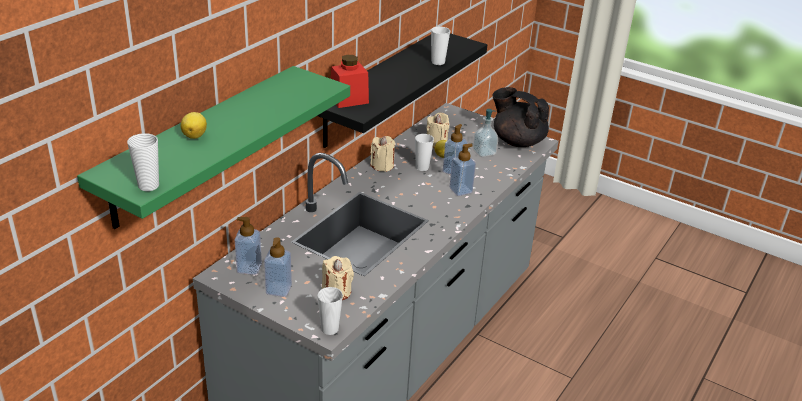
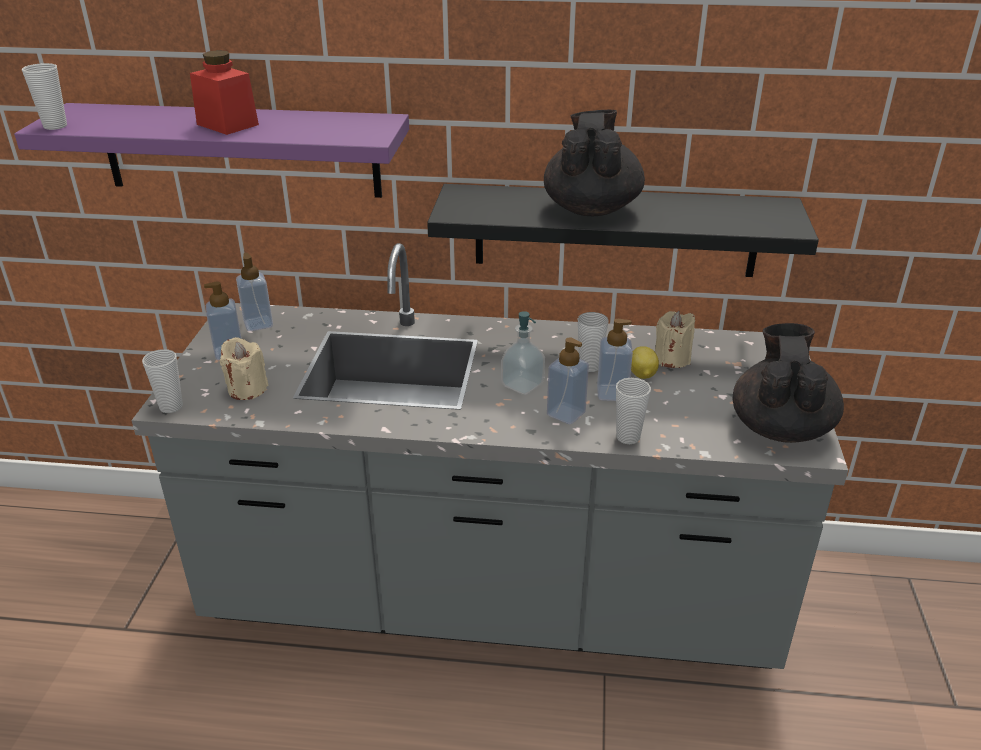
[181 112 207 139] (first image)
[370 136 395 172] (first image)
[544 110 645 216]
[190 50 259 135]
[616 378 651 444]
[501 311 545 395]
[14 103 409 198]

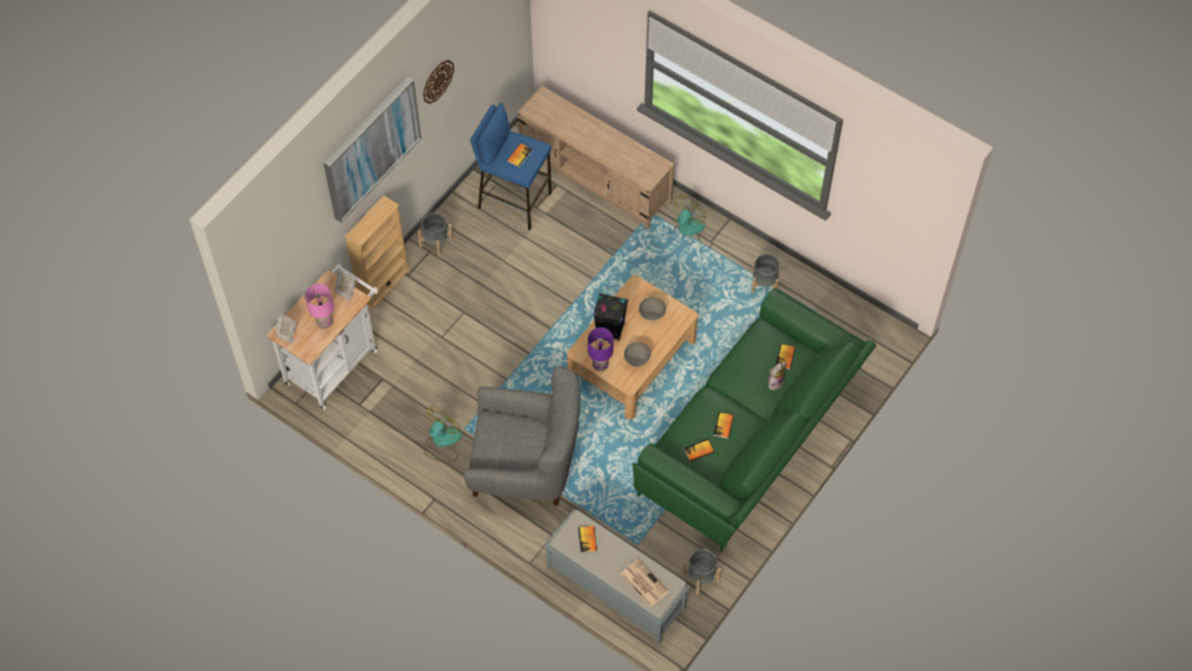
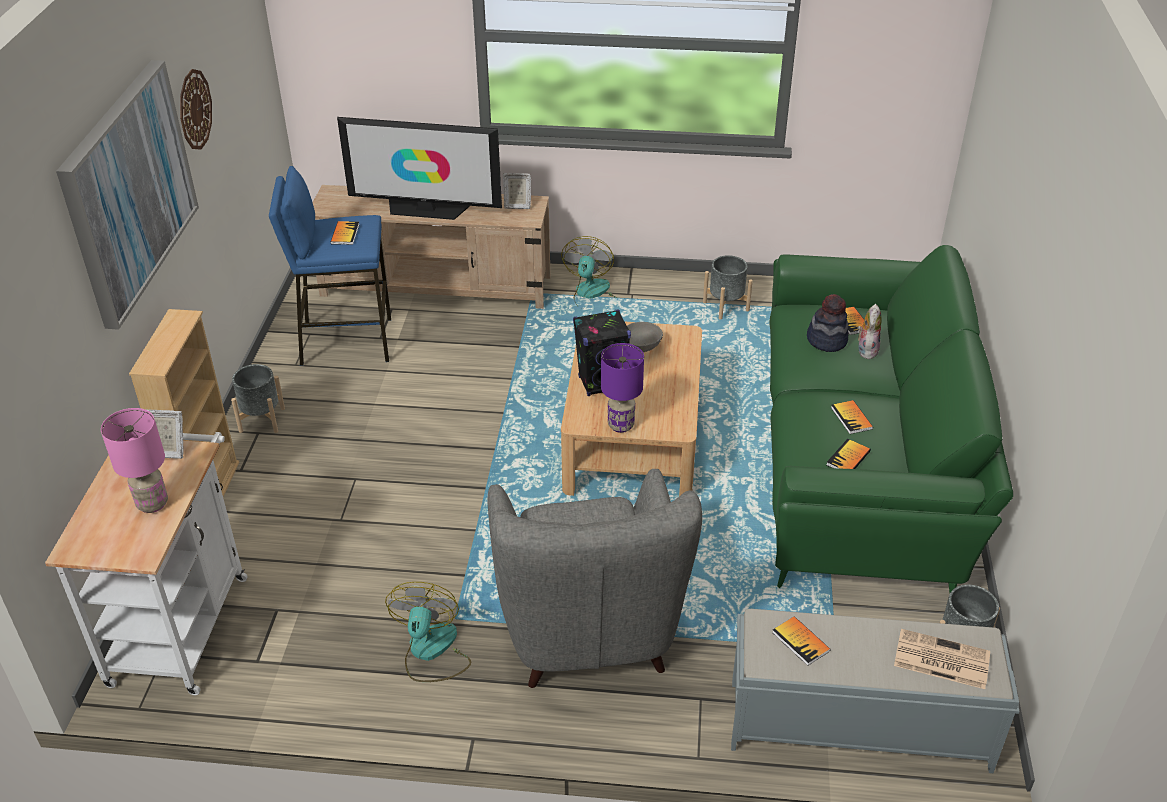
[624 342 651 367] (first image)
[337 117 502 220]
[807 294 849 352]
[503 173 531 209]
[488 469 702 688]

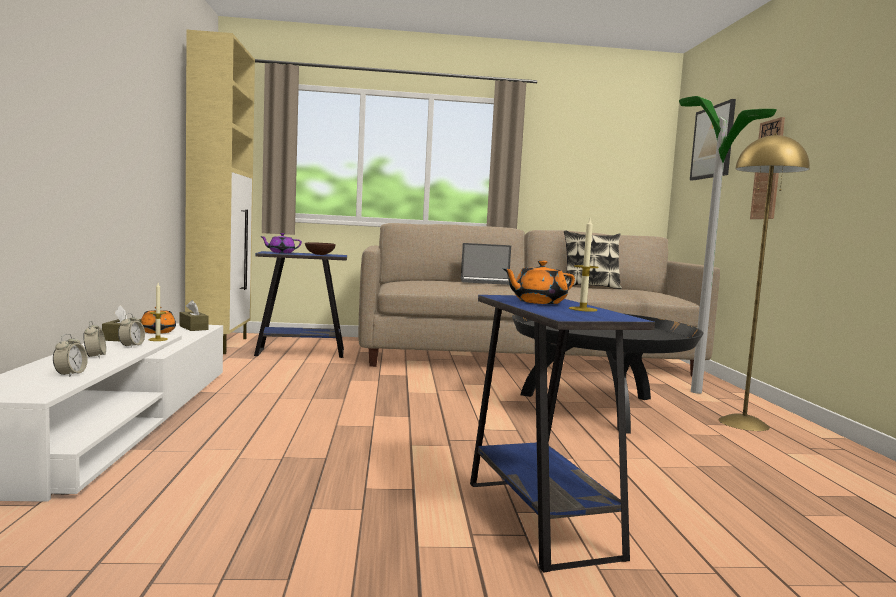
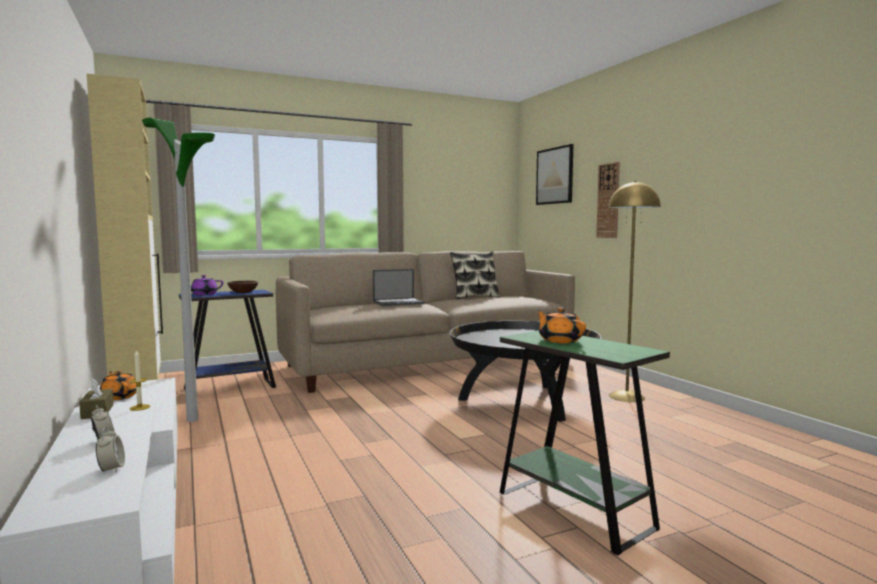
[118 313 145 348] (first image)
[180 300 209 331] (first image)
[569 219 599 312] (first image)
[142 117 215 422]
[500 330 670 555]
[536 307 586 343]

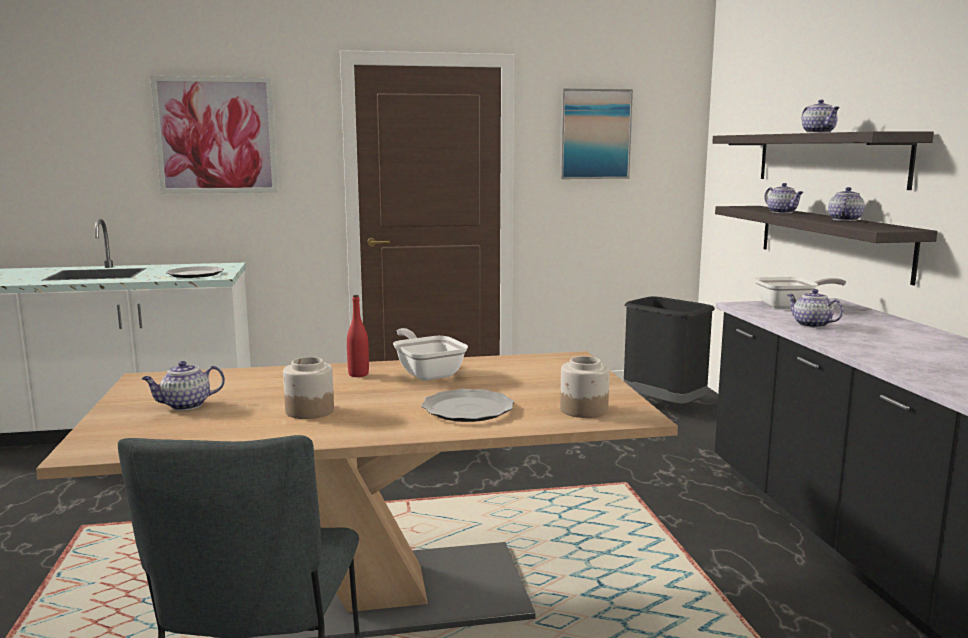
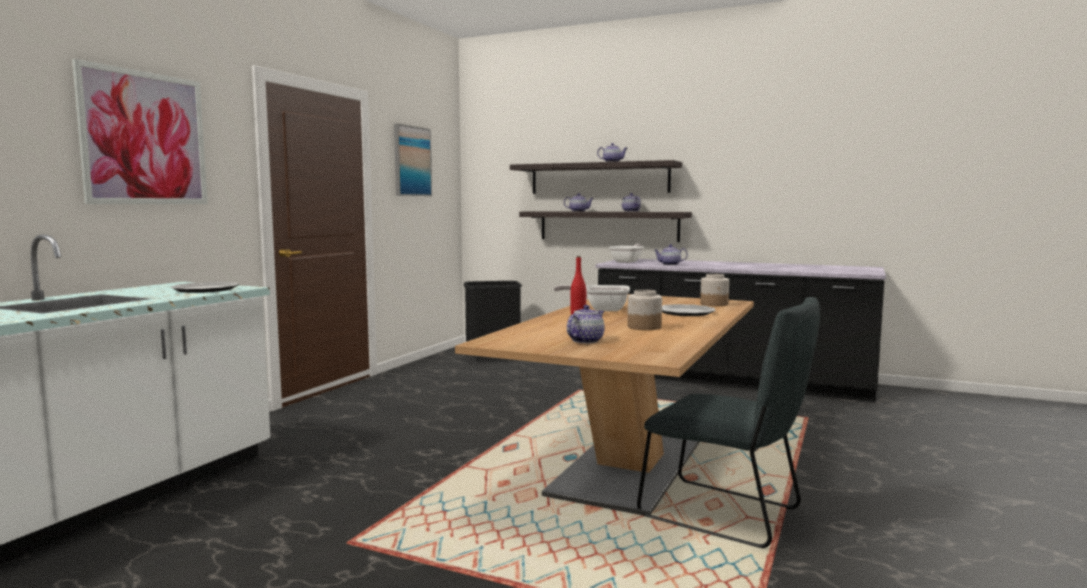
[567 305 605 343]

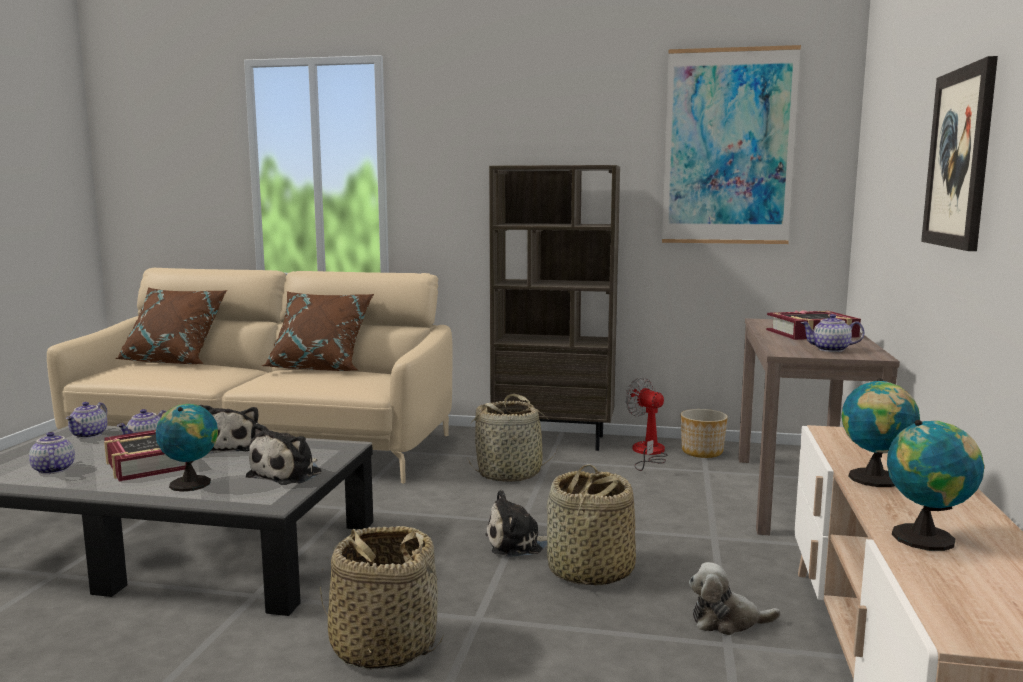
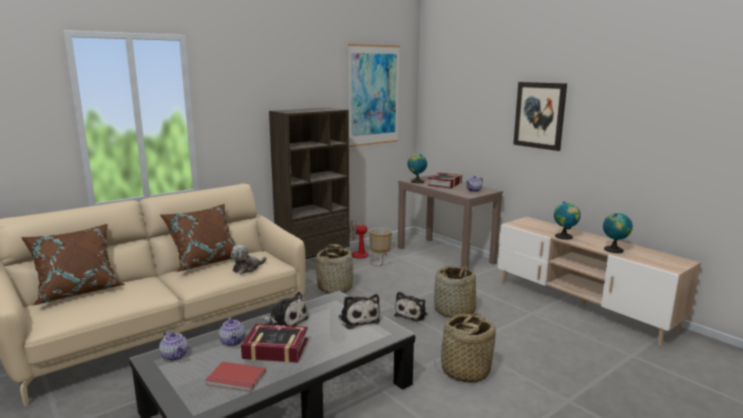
[408 154 427 183]
[231 245 266 274]
[205 362 266 392]

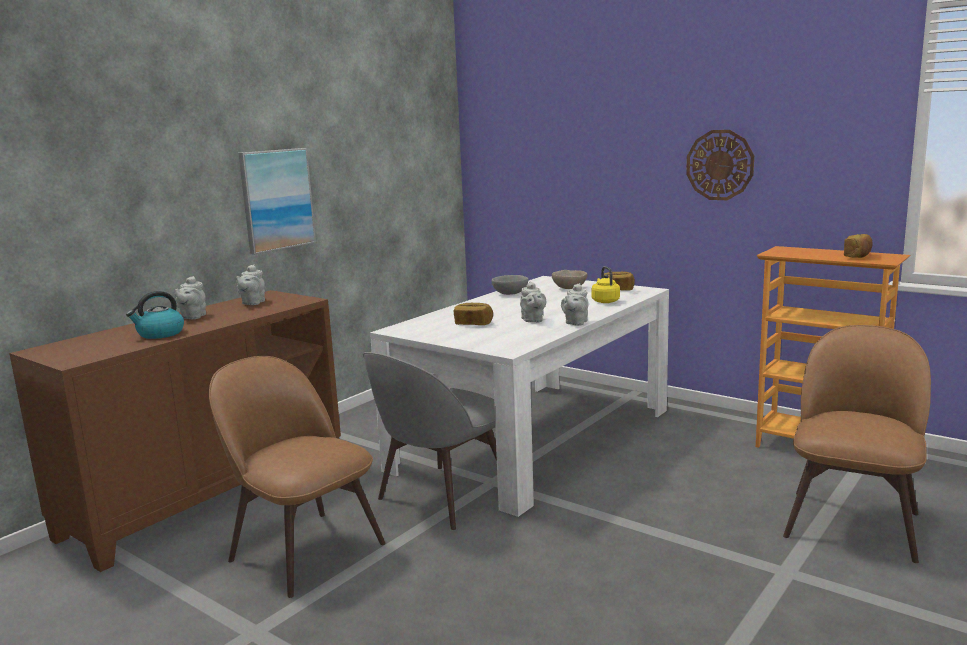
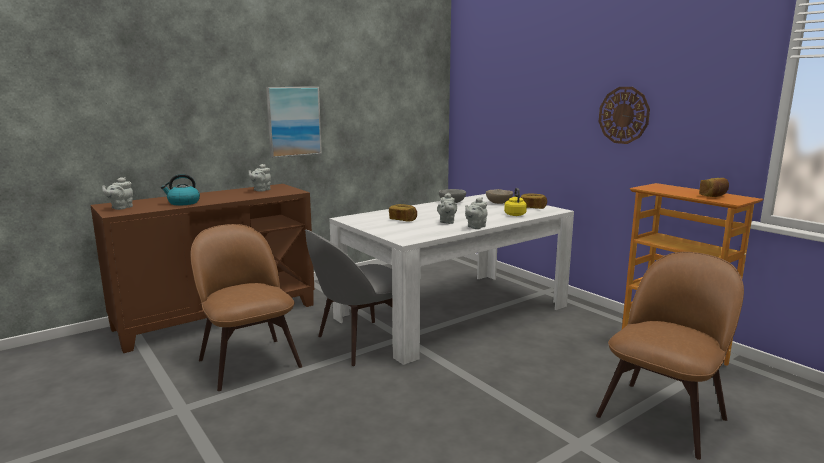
[102 177 133 210]

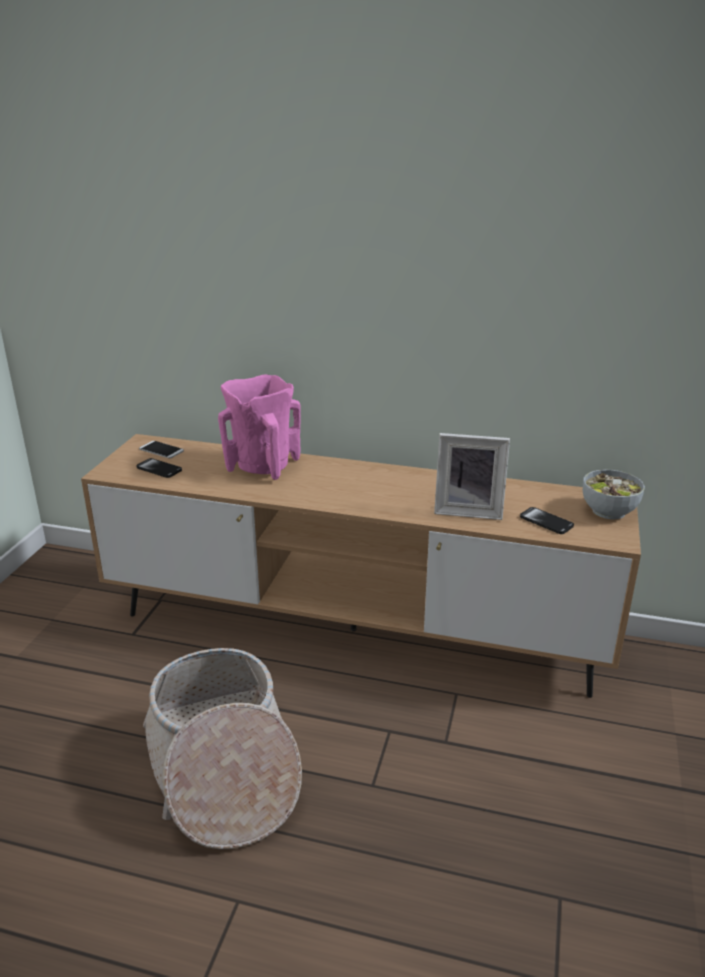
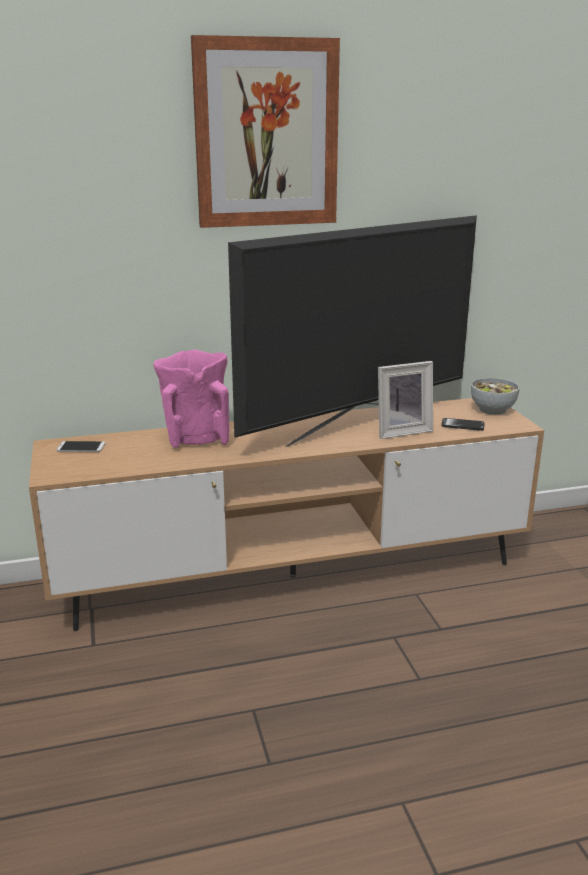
[136 458 182 478] (first image)
[143 648 302 849] (first image)
[191 35 340 228]
[228 215 477 447]

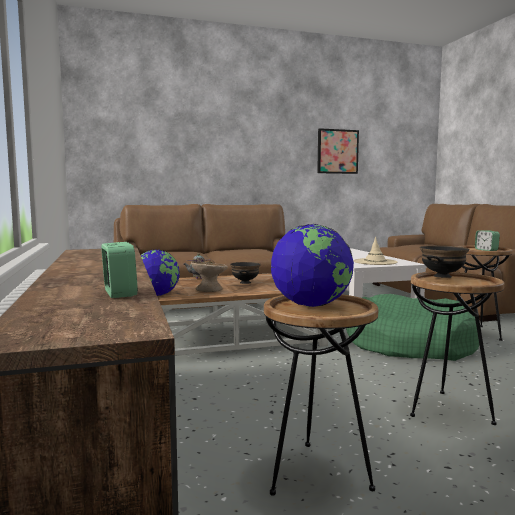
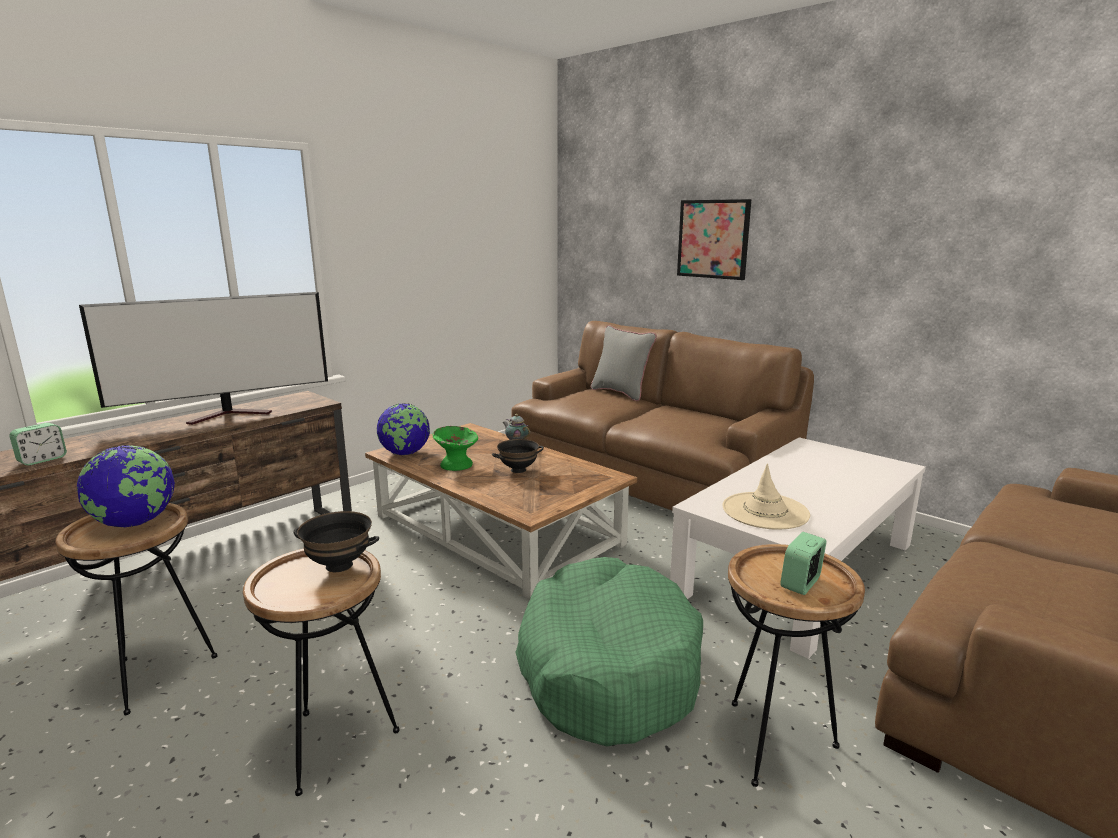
[79 292 328 425]
[591 325 657 401]
[677 199 752 280]
[432 426 478 471]

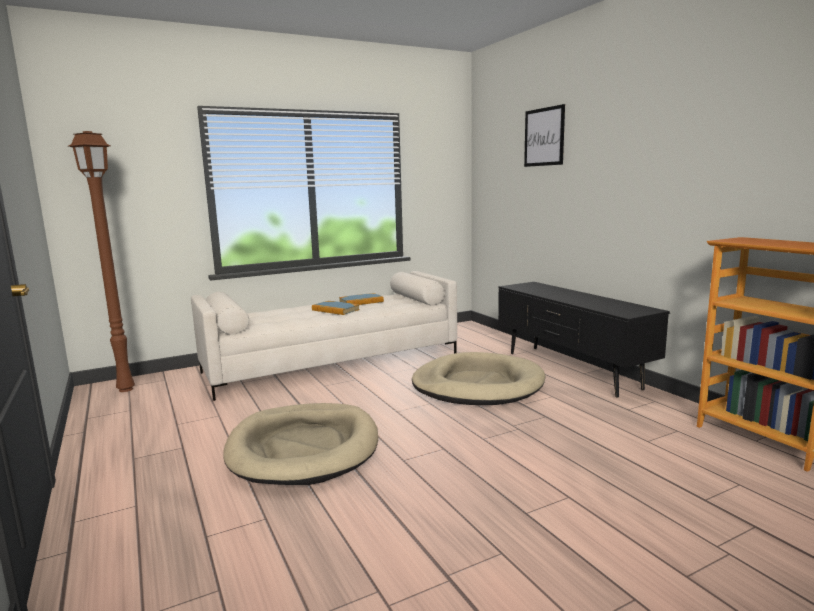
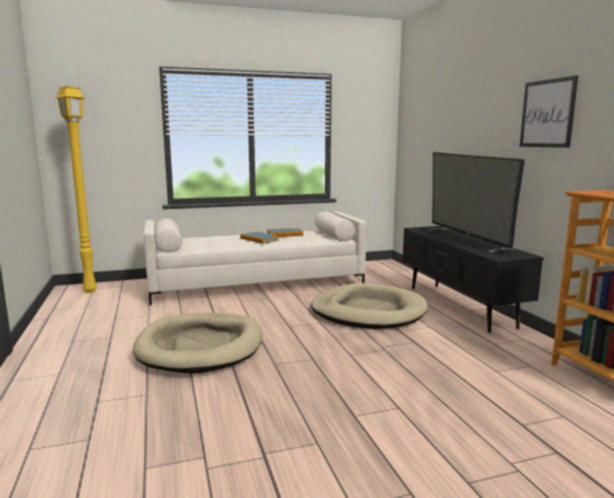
[428 152 525 253]
[520 75 578 148]
[54 86 97 293]

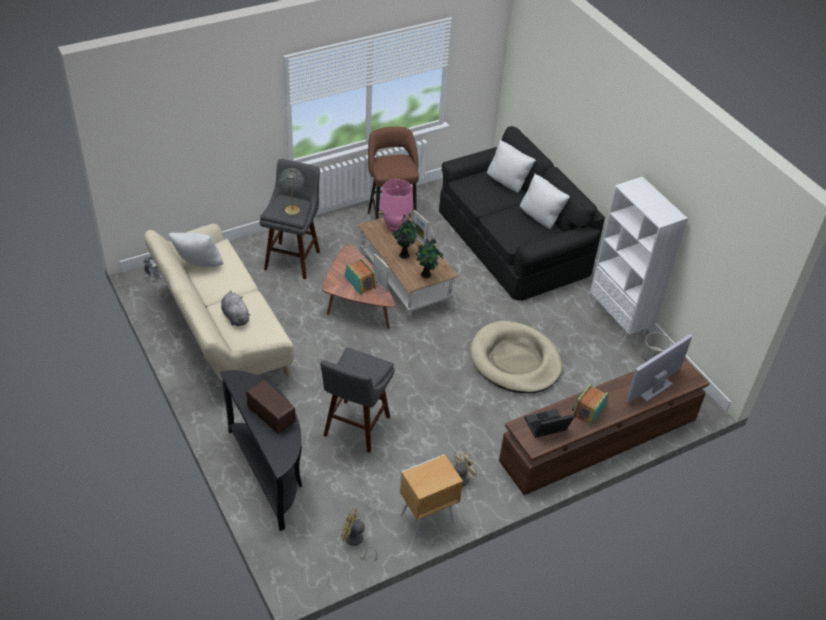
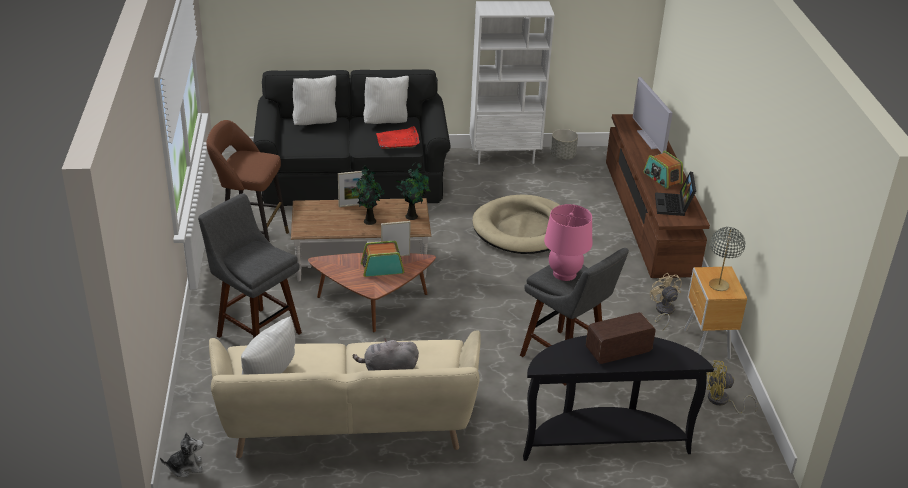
[376 126 420 149]
[709 227 745 291]
[544 204 592 281]
[707 360 757 414]

